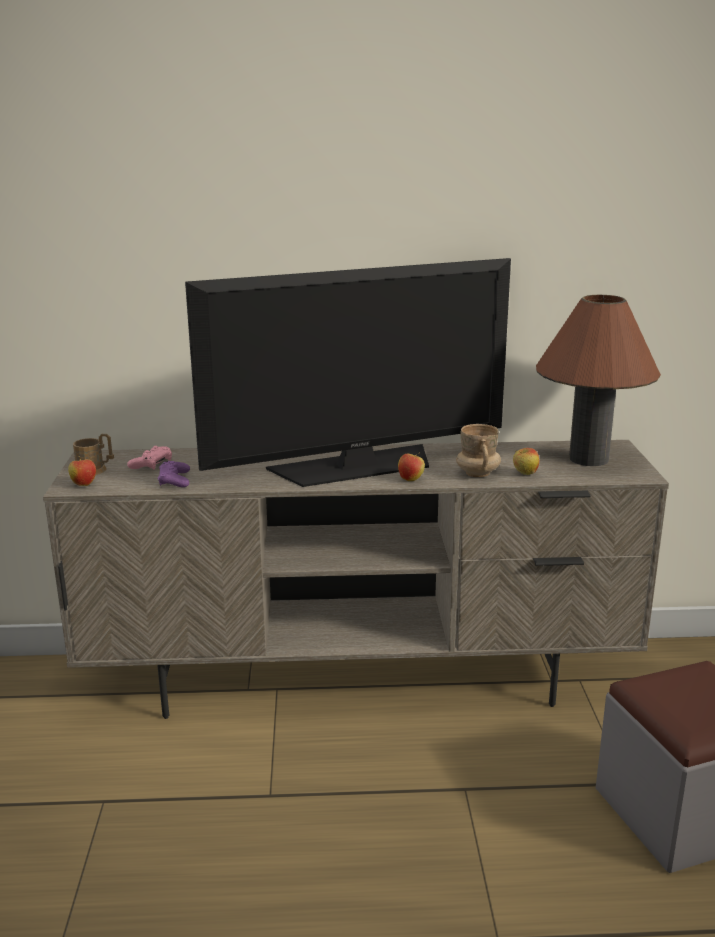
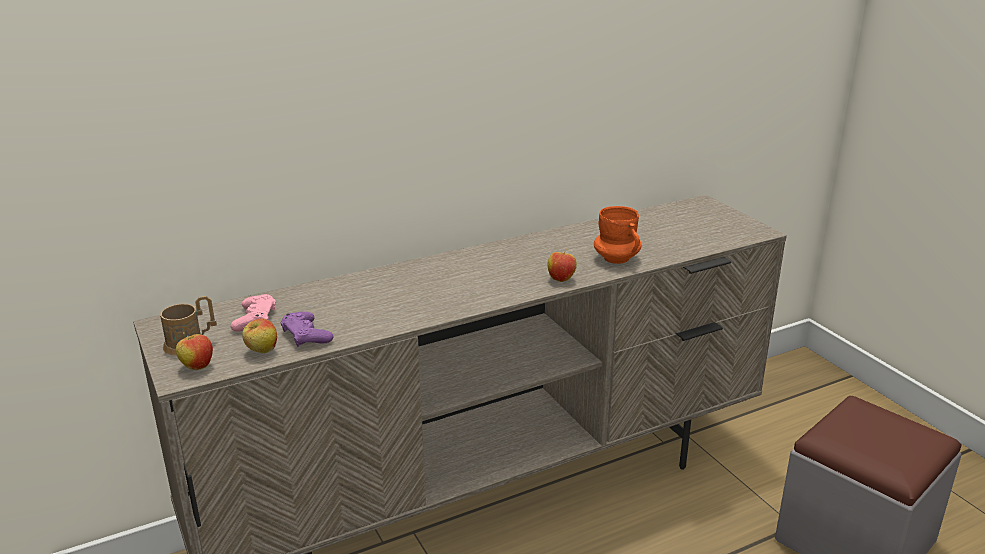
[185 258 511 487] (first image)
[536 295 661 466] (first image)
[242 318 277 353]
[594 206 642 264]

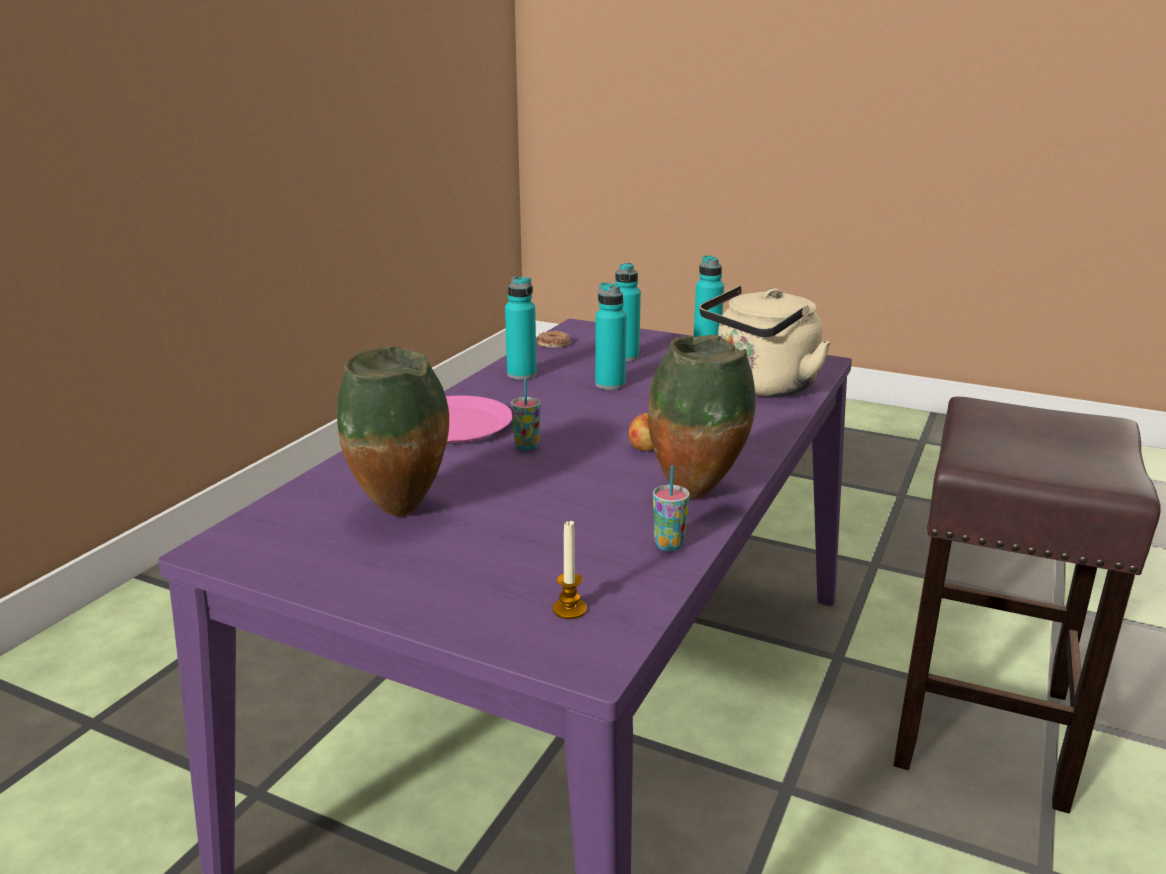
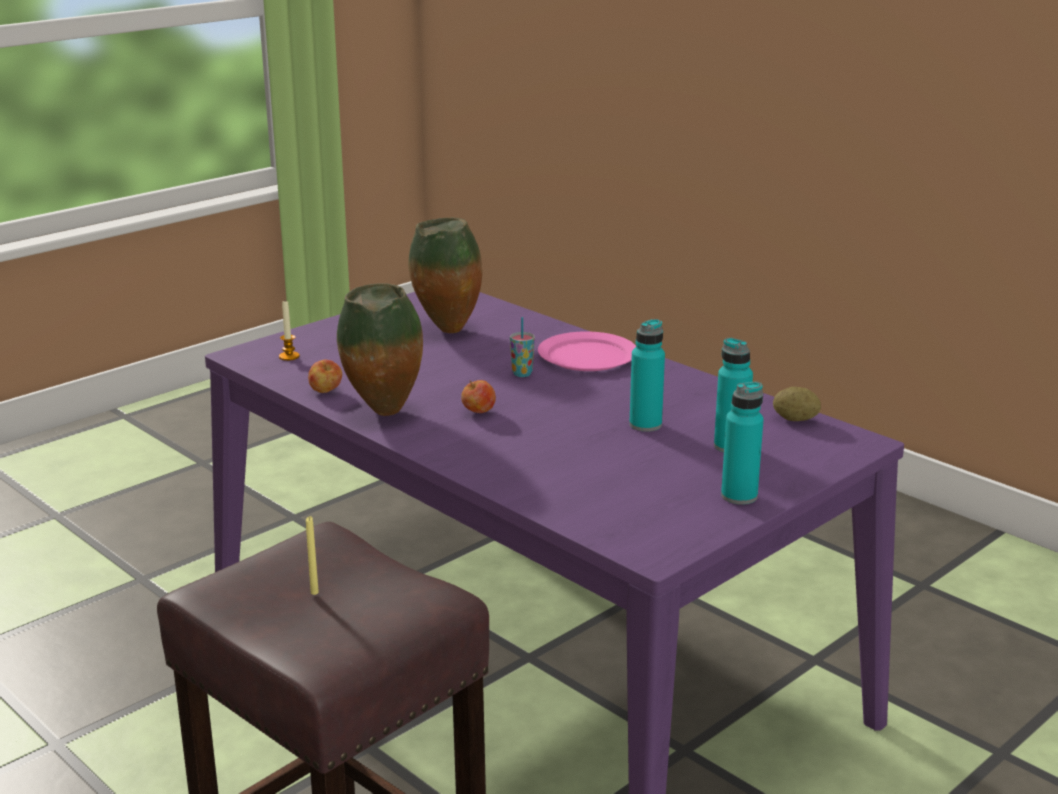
[505 276 537 380] (first image)
[699 286 831 397] (first image)
[306 516 319 595]
[773 387 821 421]
[308 360 342 393]

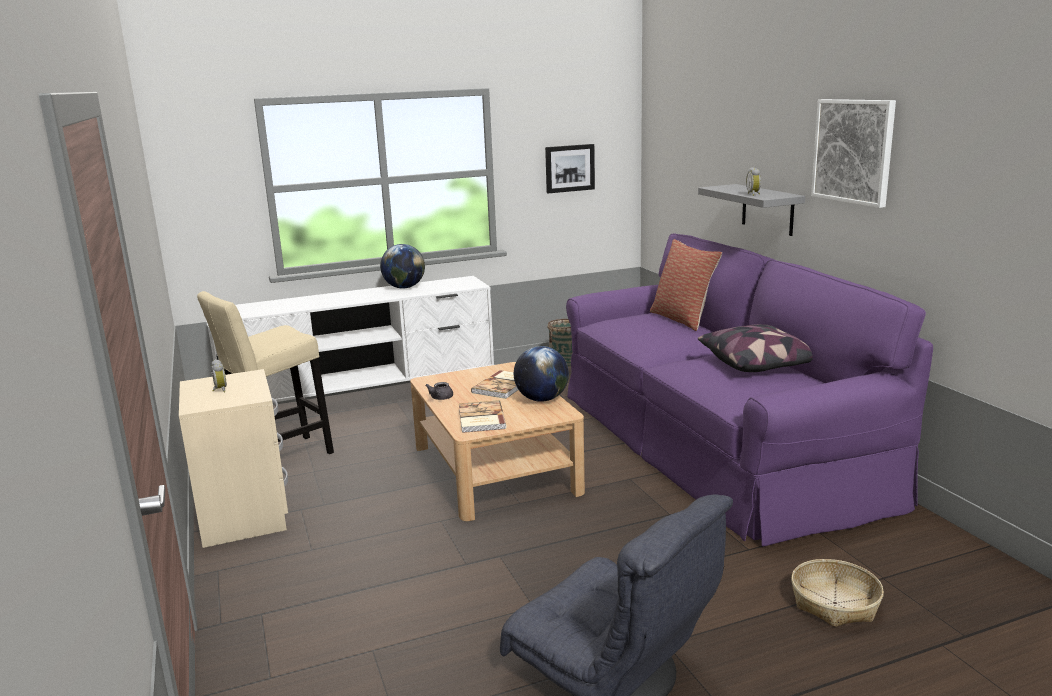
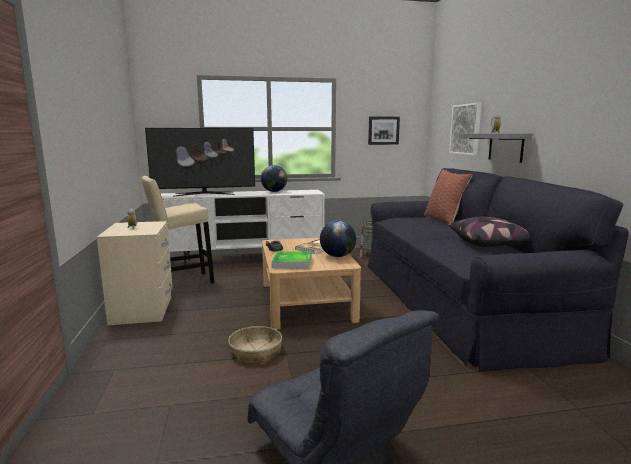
[145 128 255 197]
[228 326 282 362]
[449 103 482 156]
[272 251 312 269]
[368 168 629 372]

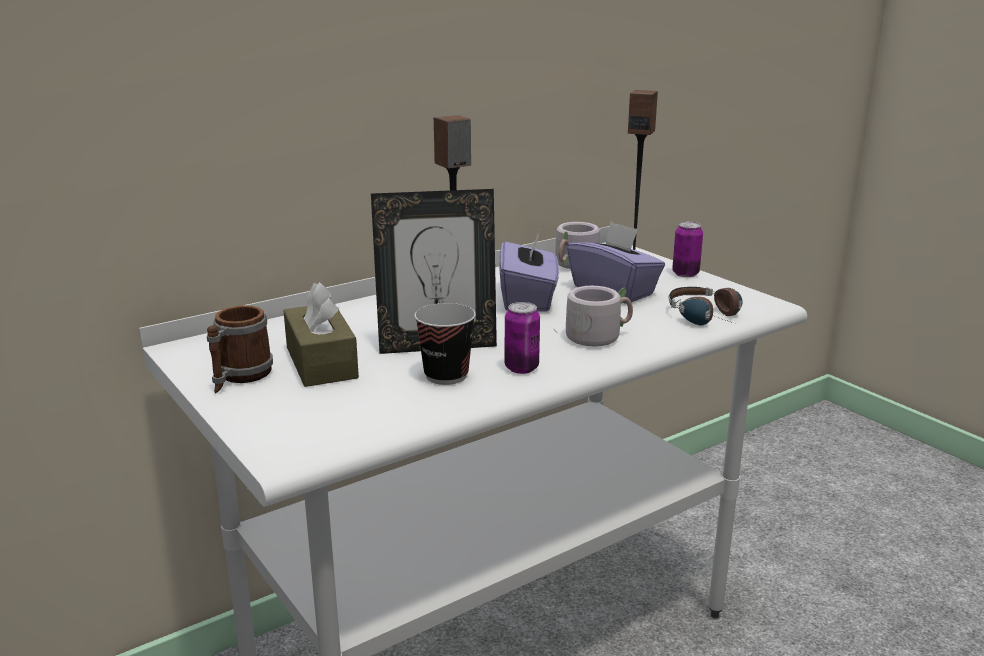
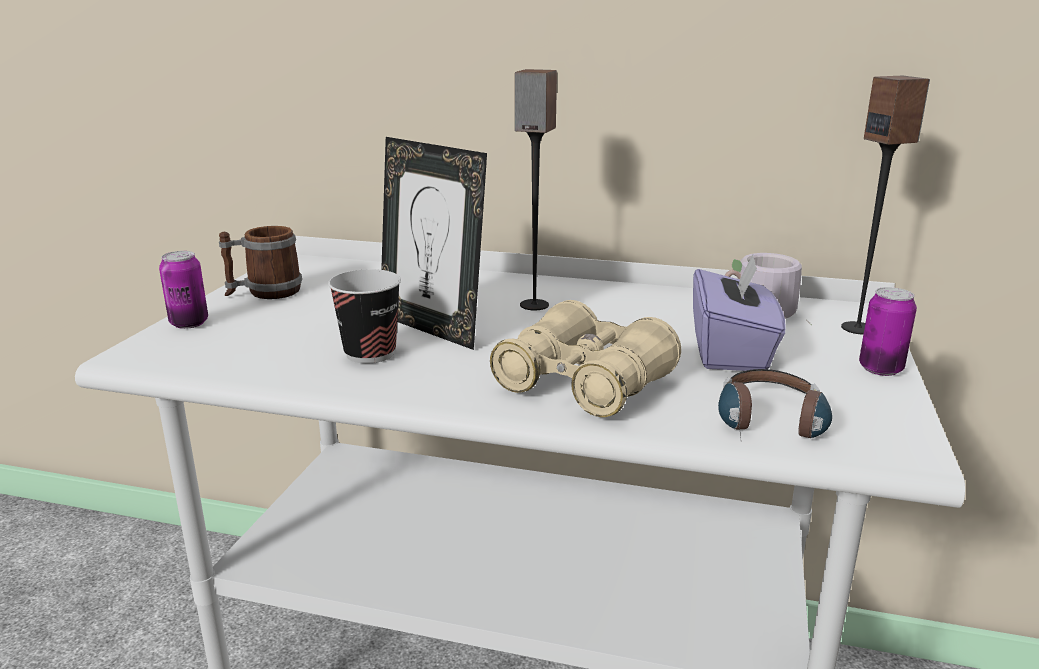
[283 282 359 387] (first image)
[499 230 559 312] (first image)
[159 251 208 329]
[490 300 681 417]

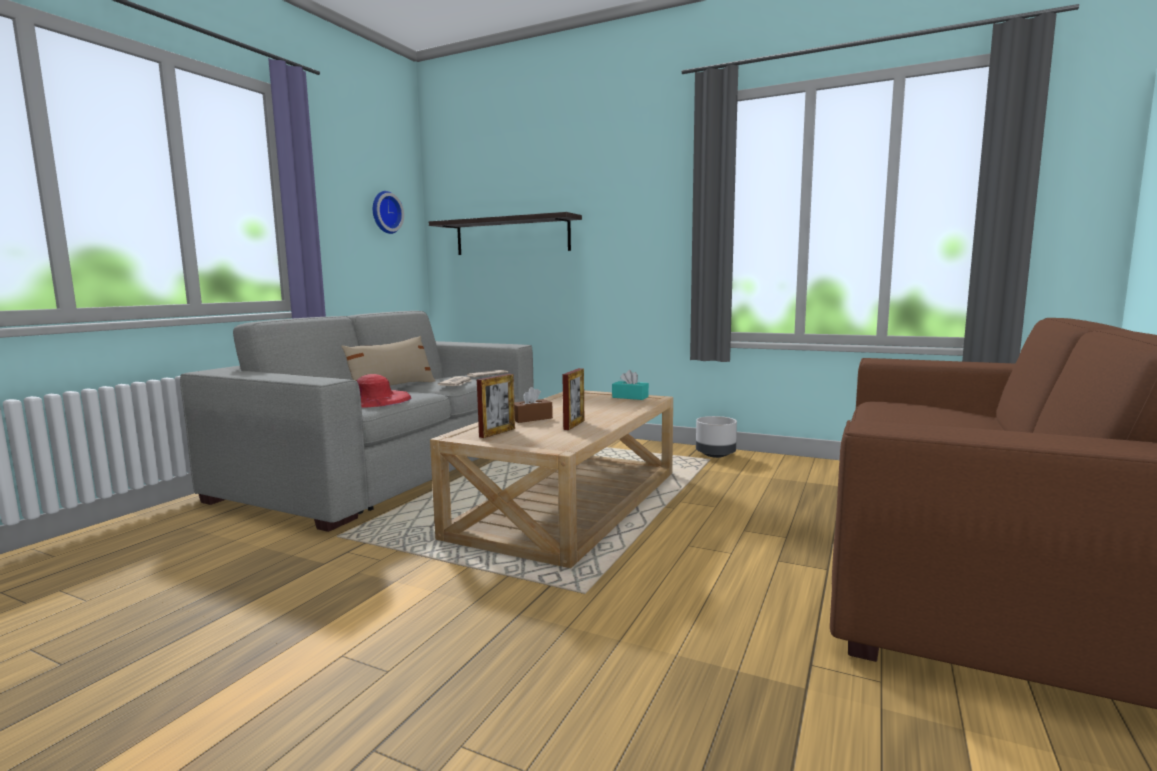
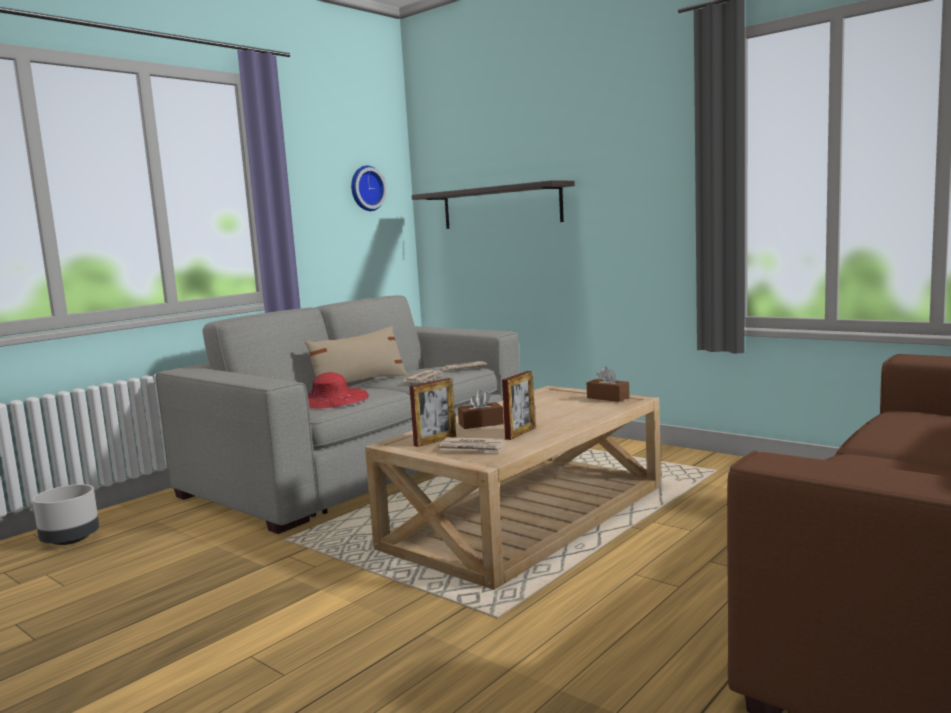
[439 437 505 453]
[32 484 99 545]
[587 367 629 402]

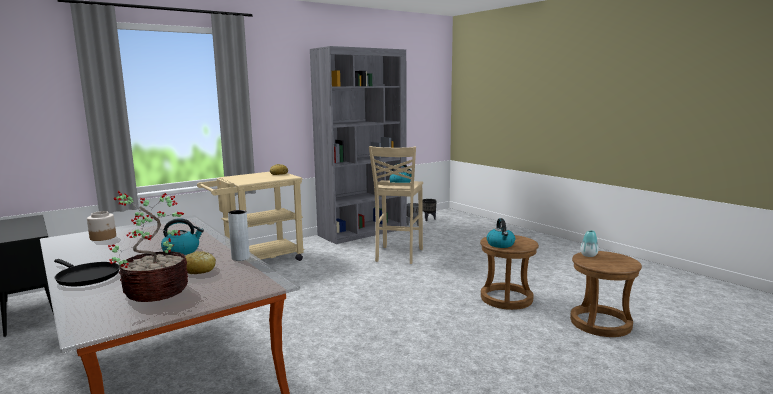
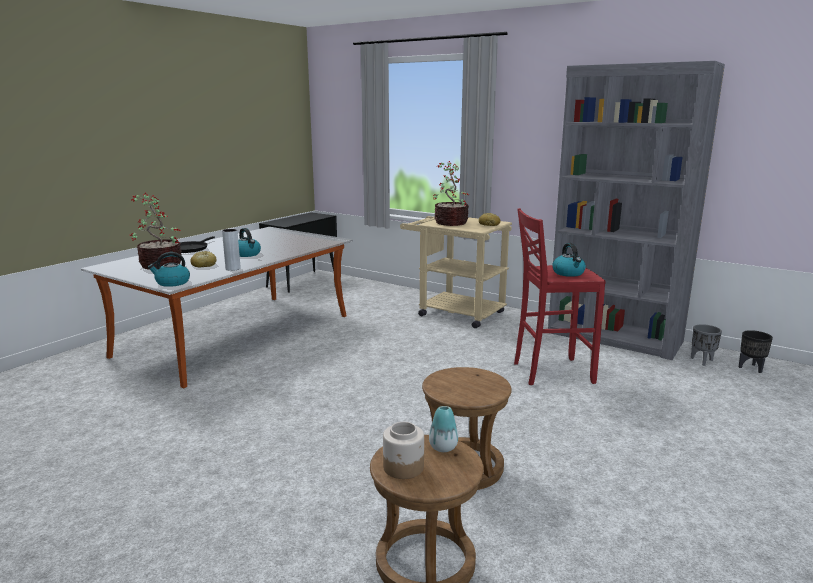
[433 161 469 226]
[383 422 424 479]
[148 252 190 287]
[514 208 606 385]

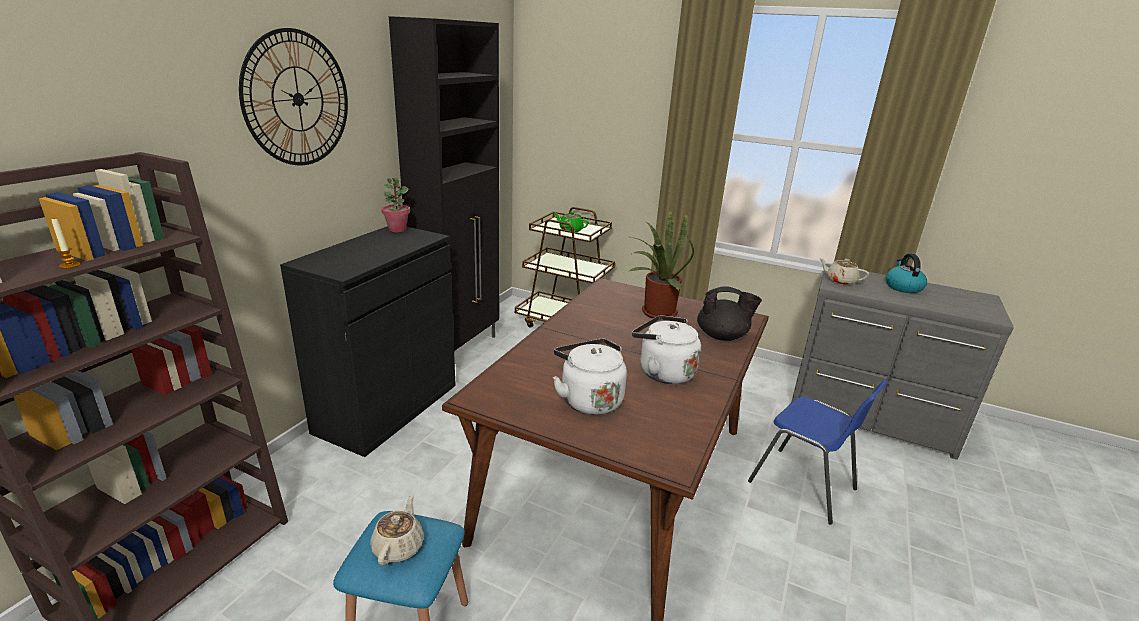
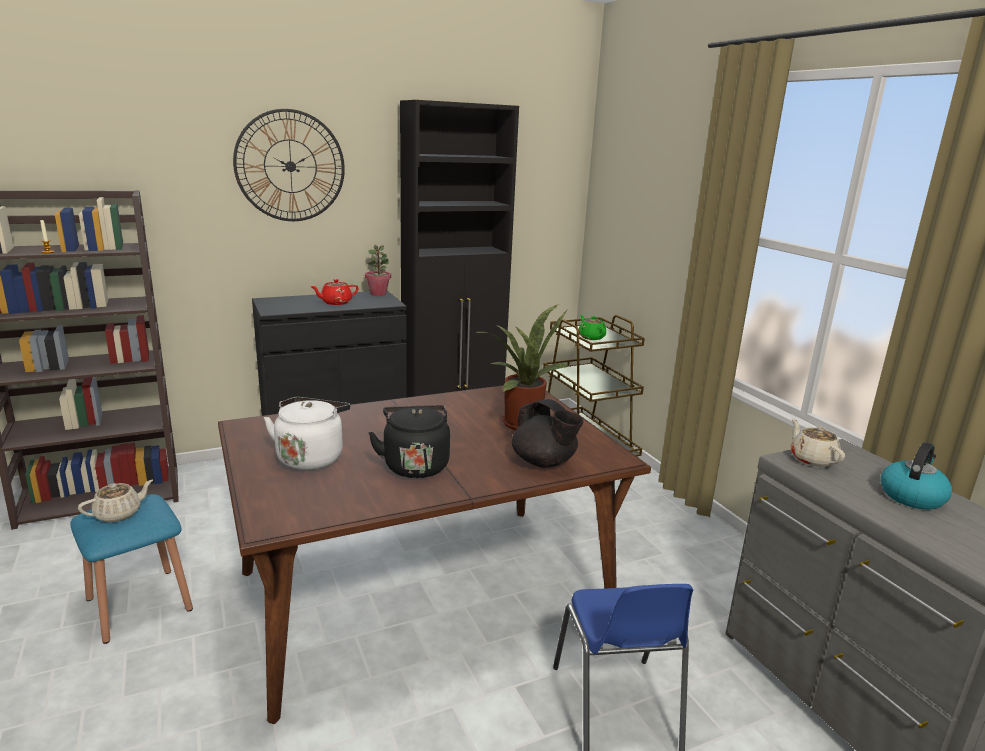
[310 279 359 305]
[368 405 450 478]

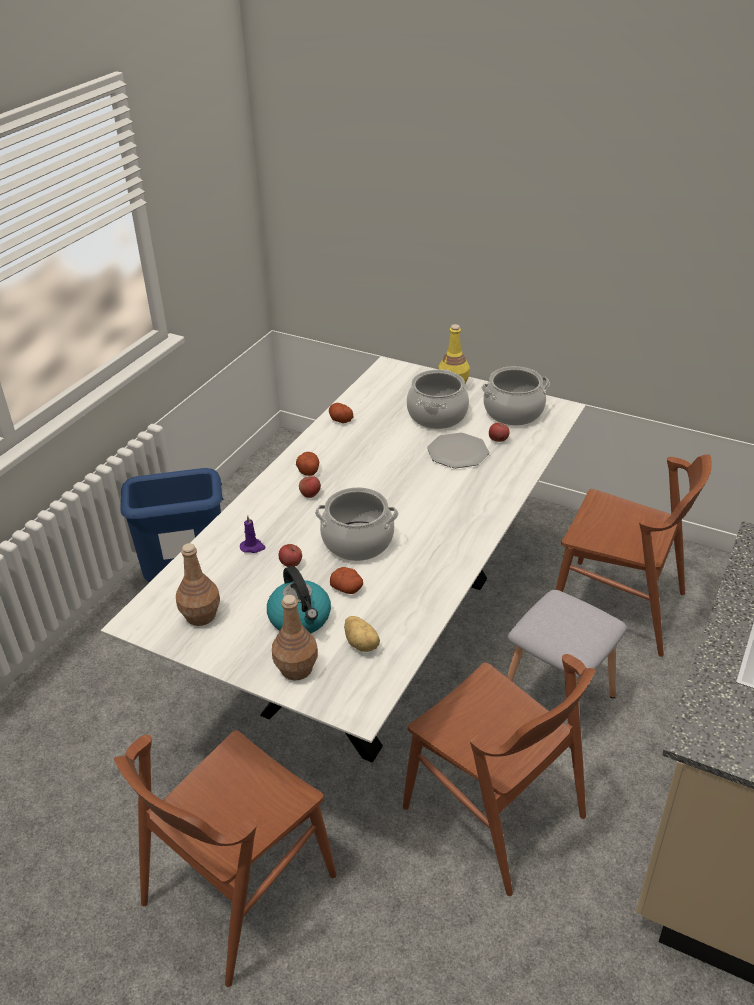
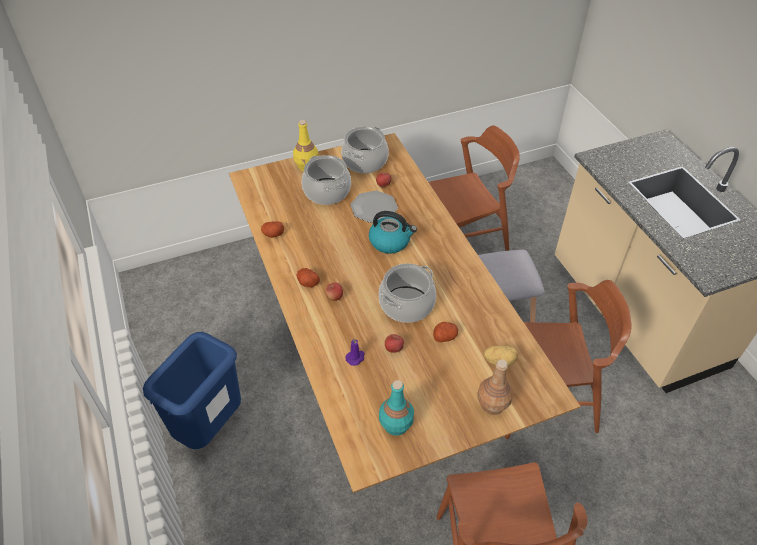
[369 211 417 254]
[229 133 581 493]
[379 380 414 436]

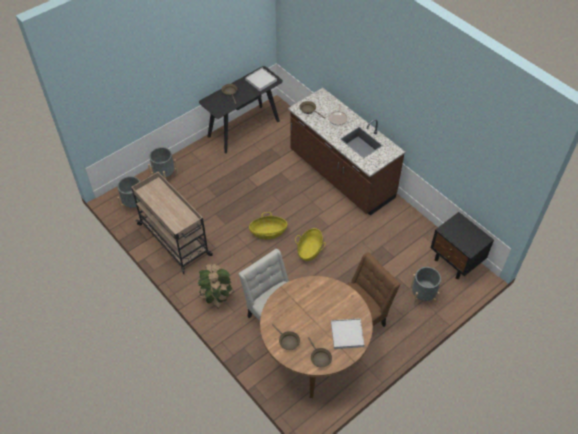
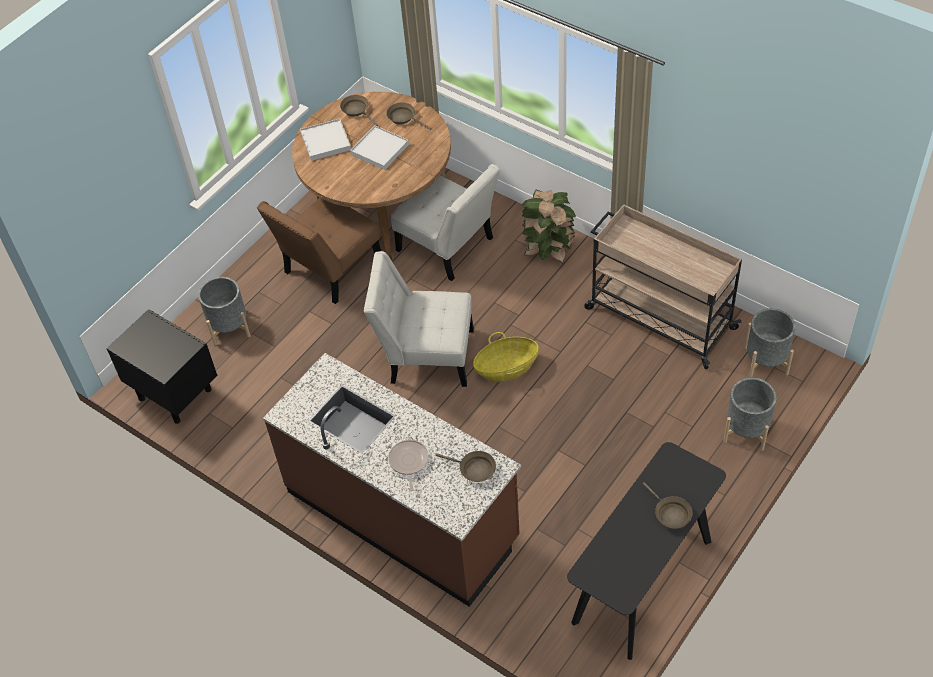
[350 125 409 170]
[364 251 474 387]

